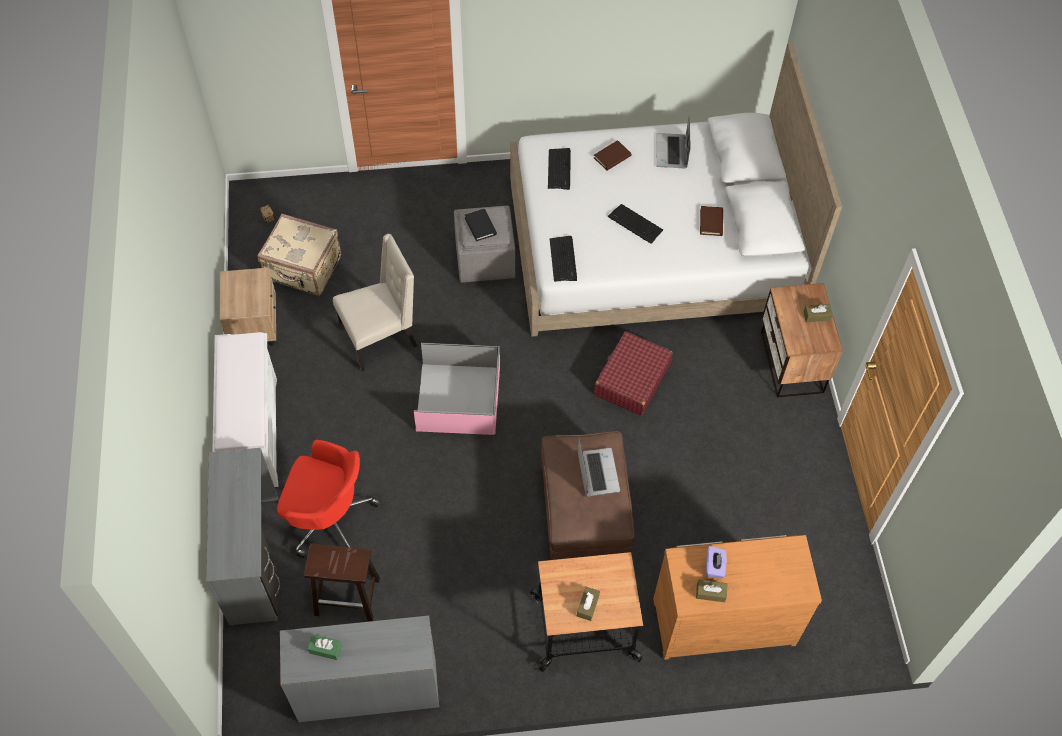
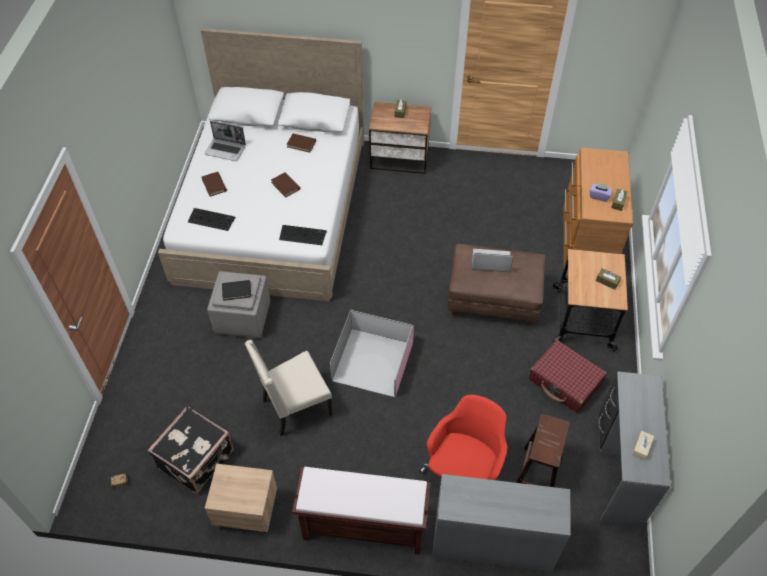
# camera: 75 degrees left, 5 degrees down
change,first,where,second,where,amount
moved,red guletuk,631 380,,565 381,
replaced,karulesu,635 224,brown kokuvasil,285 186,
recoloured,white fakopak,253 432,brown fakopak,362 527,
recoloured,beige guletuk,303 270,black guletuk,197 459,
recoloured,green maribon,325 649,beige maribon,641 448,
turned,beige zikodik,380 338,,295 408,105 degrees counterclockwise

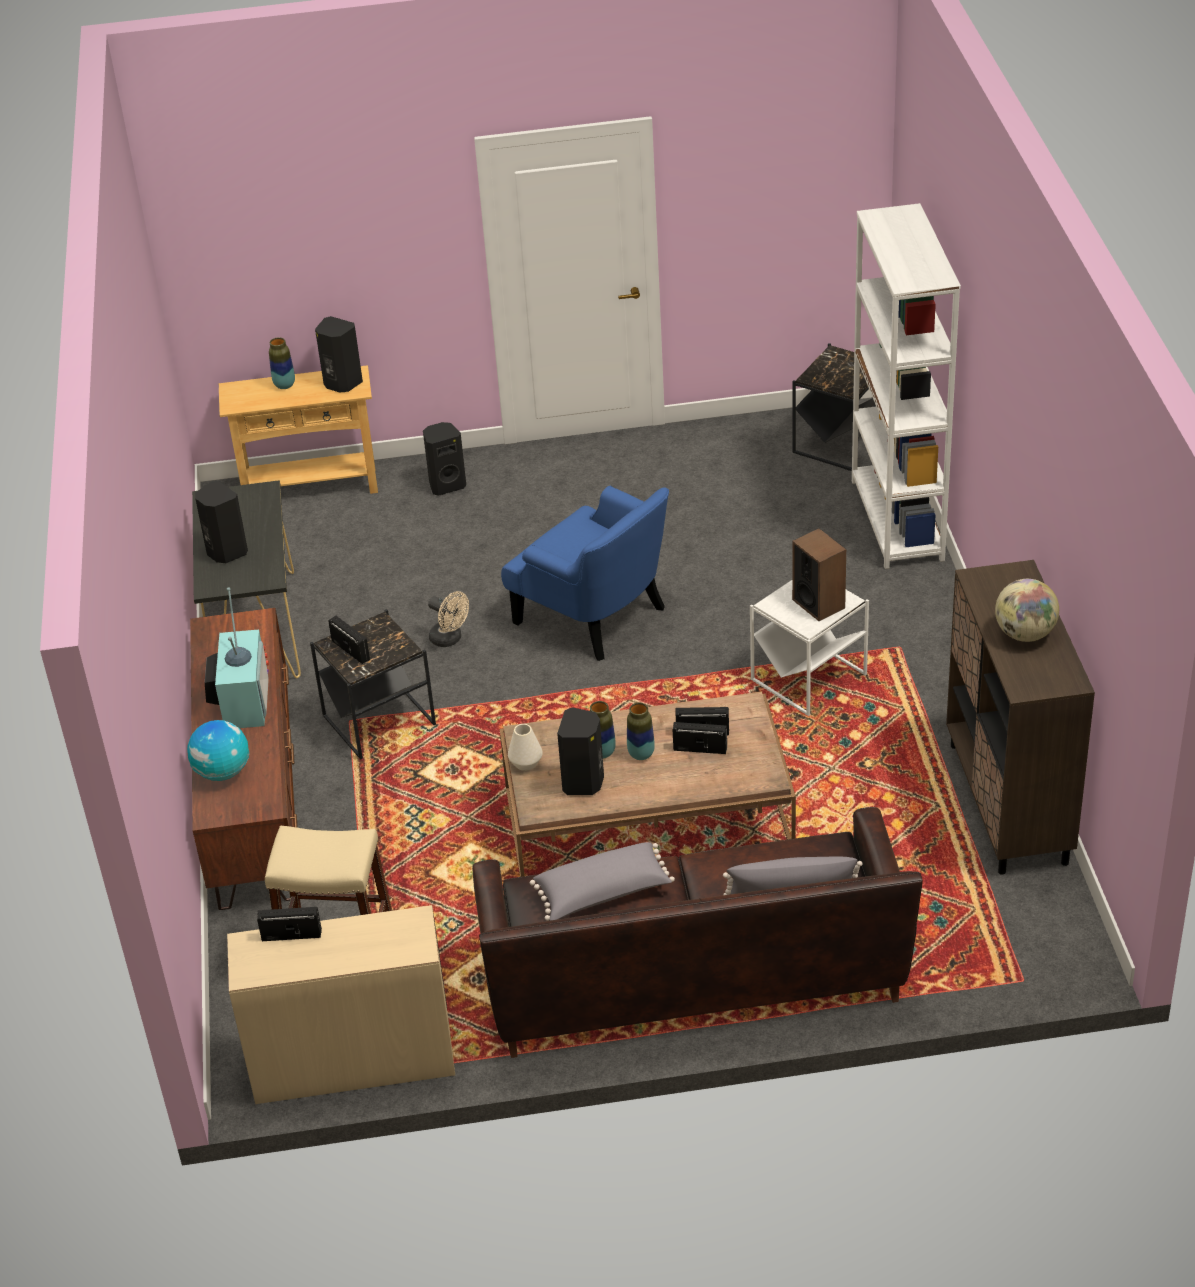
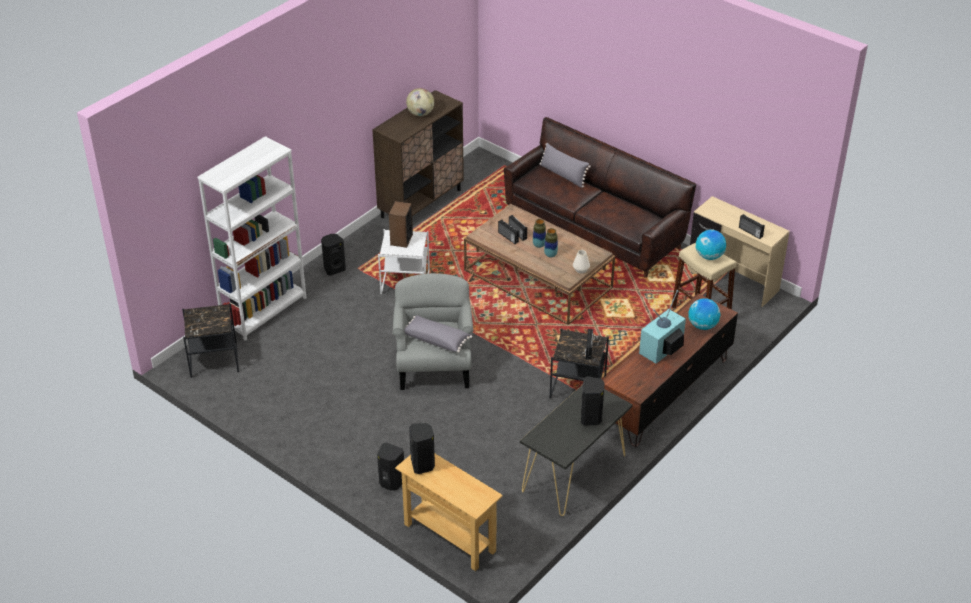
# camera: 135 degrees left, 0 degrees up
change,first,where,second,where,amount
removed,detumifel,284 385,,,
removed,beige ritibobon,450 639,,,
added,,,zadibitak,709 256,
moved,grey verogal,603 894,,436 339,
moved,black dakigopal,584 783,,334 269,
recoloured,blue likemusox,594 615,grey likemusox,434 365,

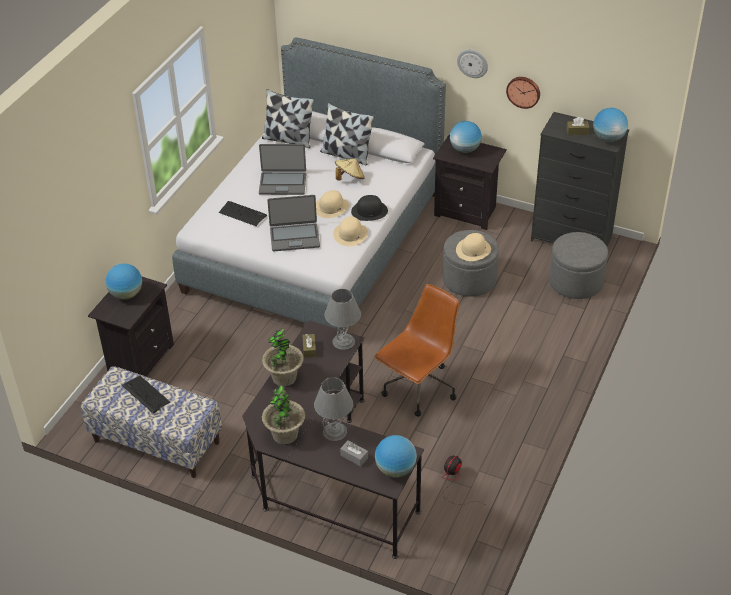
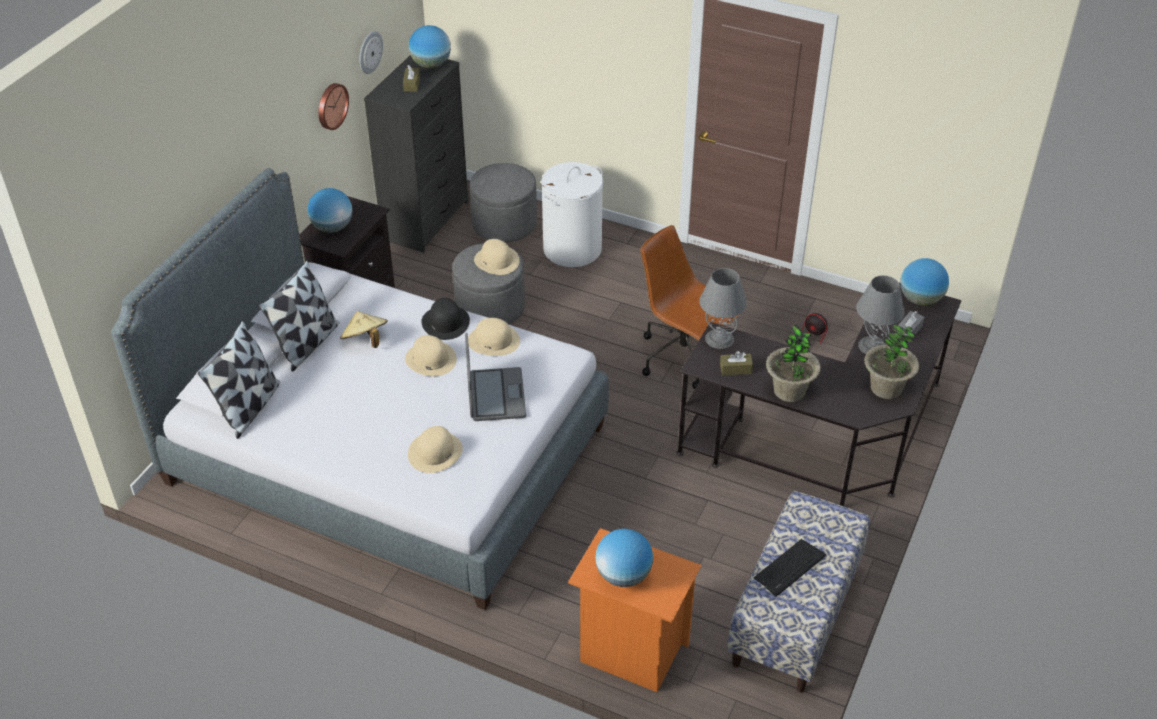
# camera: 90 degrees left, 0 degrees up
change,first,where,second,where,amount
removed,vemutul,282 183,,,
added,,,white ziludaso,572 249,
moved,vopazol,472 63,,369 52,
replaced,karulesu,242 214,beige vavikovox,435 452,
recoloured,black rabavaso,139 358,orange rabavaso,630 652,

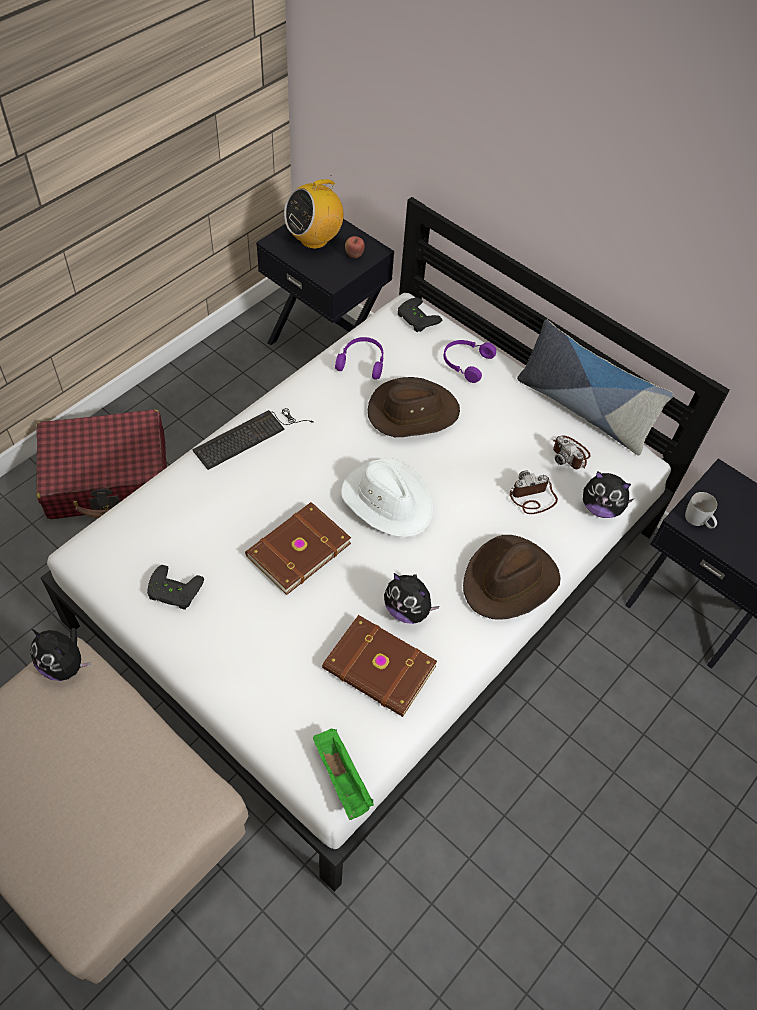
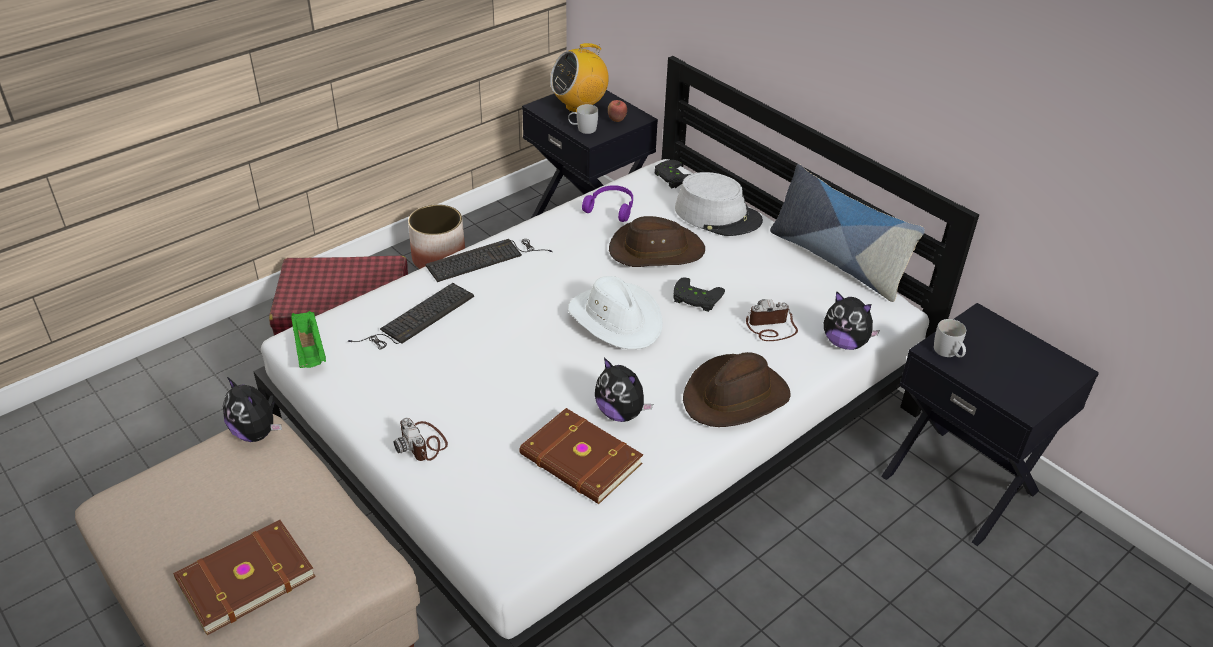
# camera: 10 degrees right, 15 degrees down
change,first,where,second,where,amount
added,,,karulesu,417 318,
added,,,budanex,439 258,
added,,,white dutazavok,583 129,
moved,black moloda,173 592,,695 299,
moved,brown kokuvasil,297 549,,244 578,
moved,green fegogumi,343 778,,310 351,
moved,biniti,570 454,,423 443,
replaced,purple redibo,465 363,grey vavikovox,718 215,

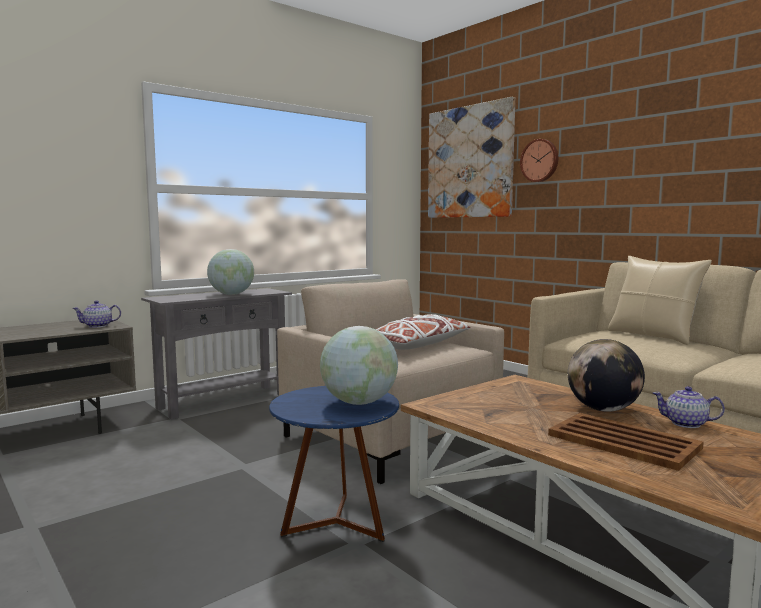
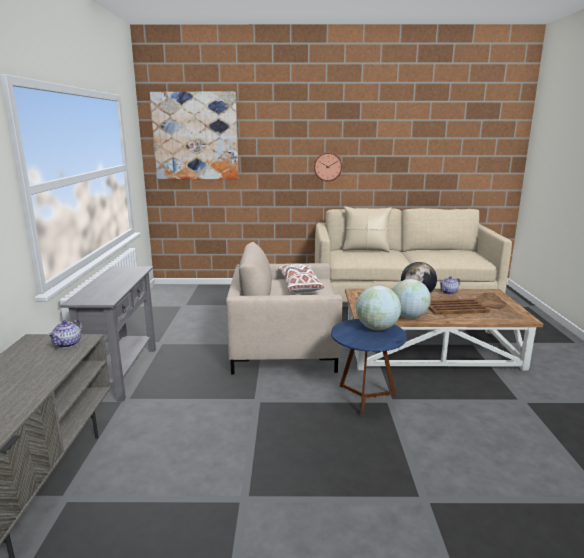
# camera: 50 degrees left, 10 degrees up
change,first,where,second,where,amount
moved,zadibitak,231 294,,408 317,
moved,vopazol,540 160,,327 166,

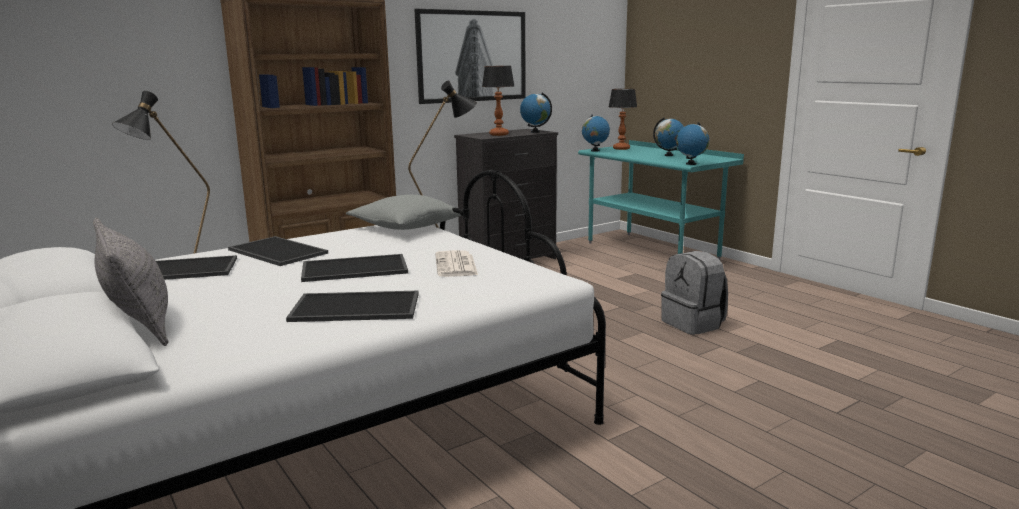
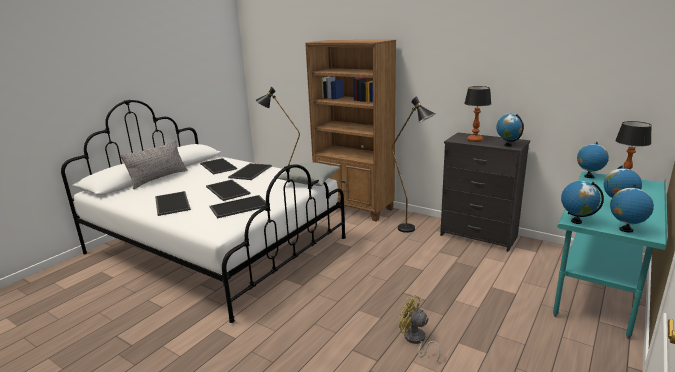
# camera: 70 degrees right, 5 degrees up
change,first,where,second,where,amount
removed,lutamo,472 56,,,
added,,,zadibitak,625 230,
replaced,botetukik,456 265,fegogumi,239 207,
replaced,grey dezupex,693 324,yellow ritibobon,416 340,

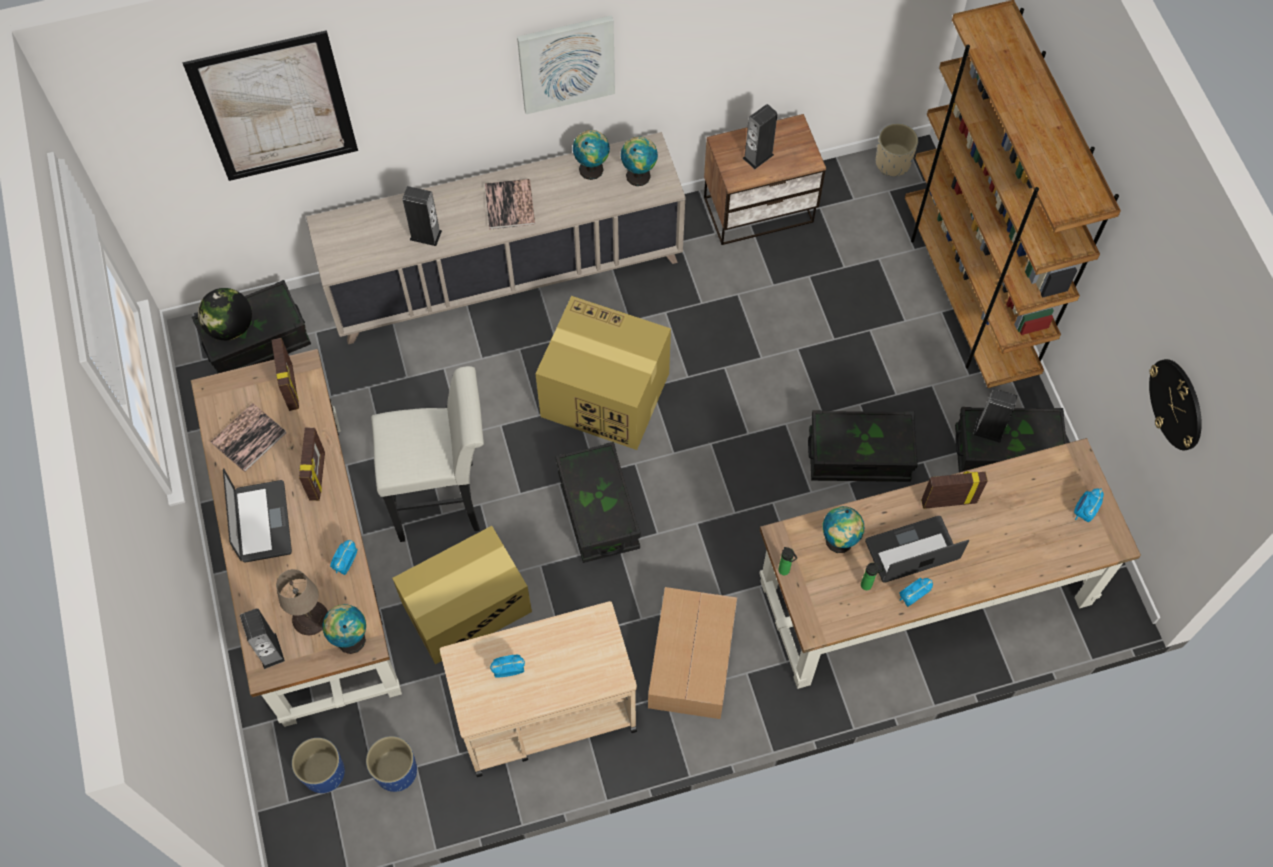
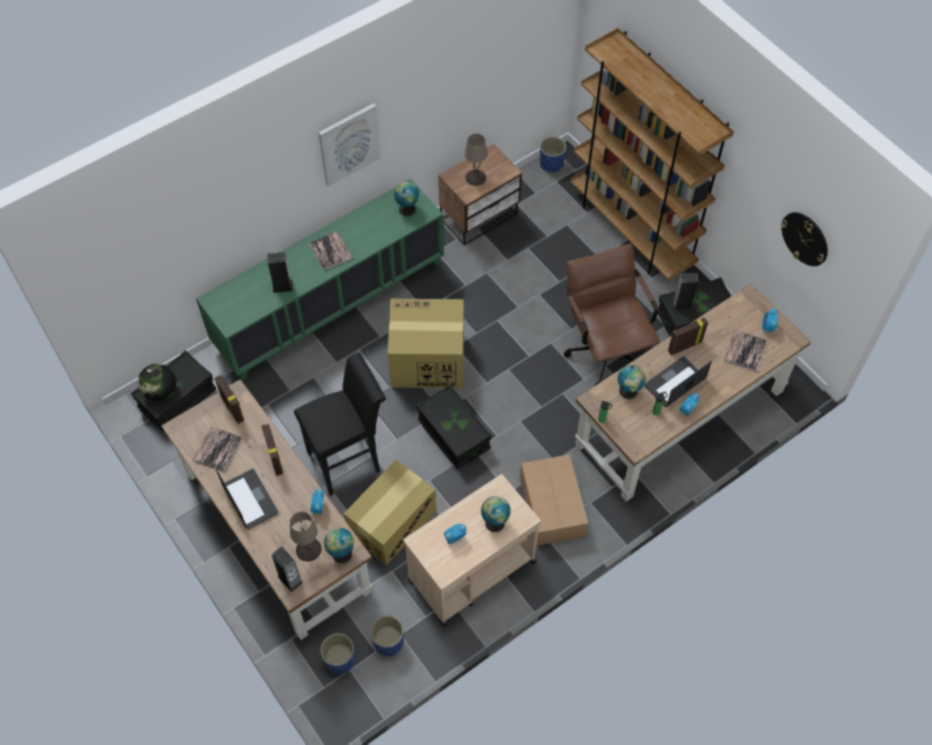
# camera: 20 degrees left, 5 degrees down
change,first,where,second,where,amount
removed,lutamo,275 108,,,
added,,,kokuvasil,744 351,
moved,zadibitak,592 168,,495 521,
replaced,dakigopal,758 156,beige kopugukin,476 177,
replaced,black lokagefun,859 456,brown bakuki,605 348,
recoloured,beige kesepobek,505 275,green kesepobek,330 305,
recoloured,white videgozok,445 500,black videgozok,349 459,
recoloured,beige budanex,893 163,blue budanex,551 164,

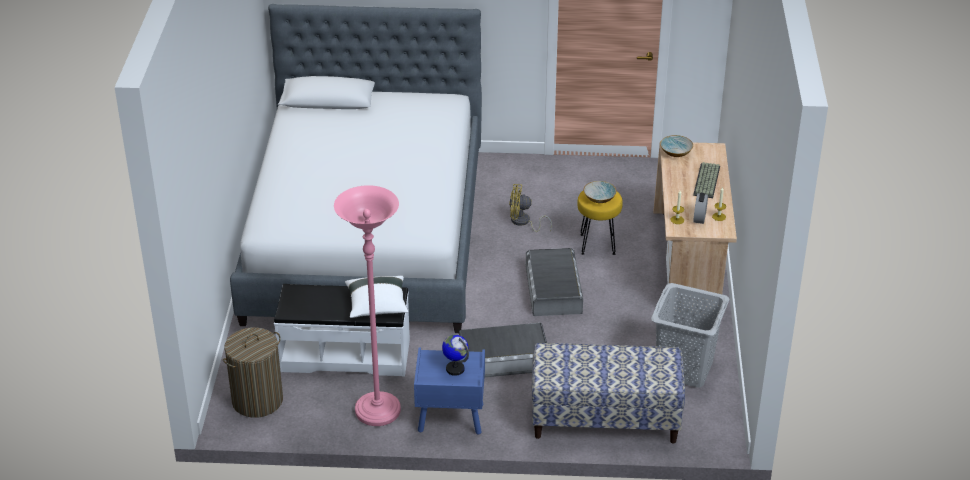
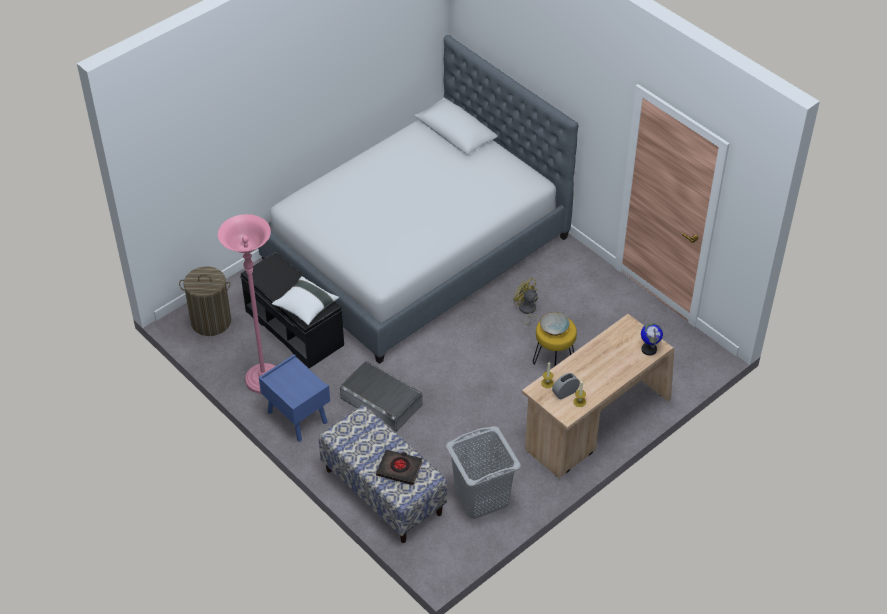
# camera: 45 degrees right, 10 degrees up
change,first,where,second,where,amount
removed,grey lokagefun,553 289,,,
removed,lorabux,676 152,,,
removed,karulesu,707 181,,,
added,,,black kokuvasil,399 469,
moved,zadibitak,455 369,,649 349,
recoloured,white fakopak,345 355,black fakopak,295 327,

